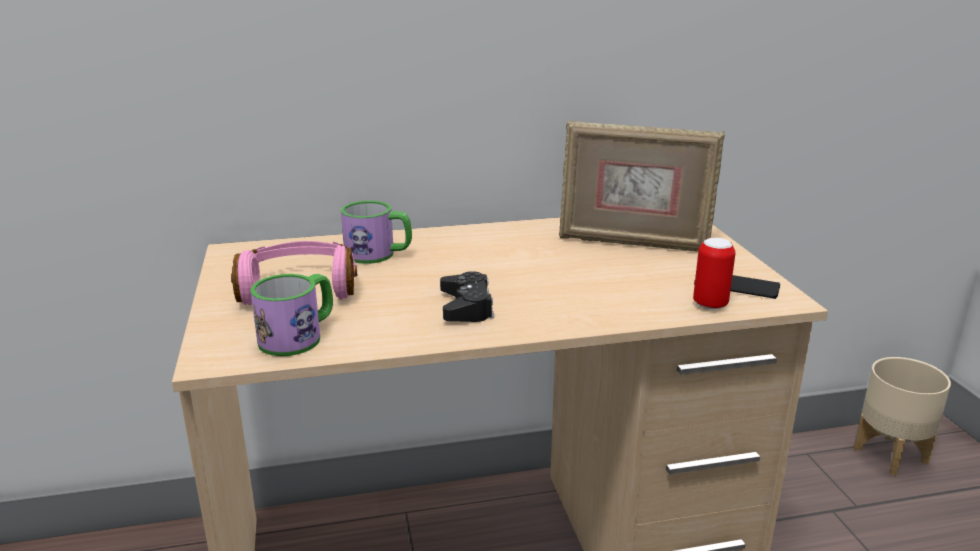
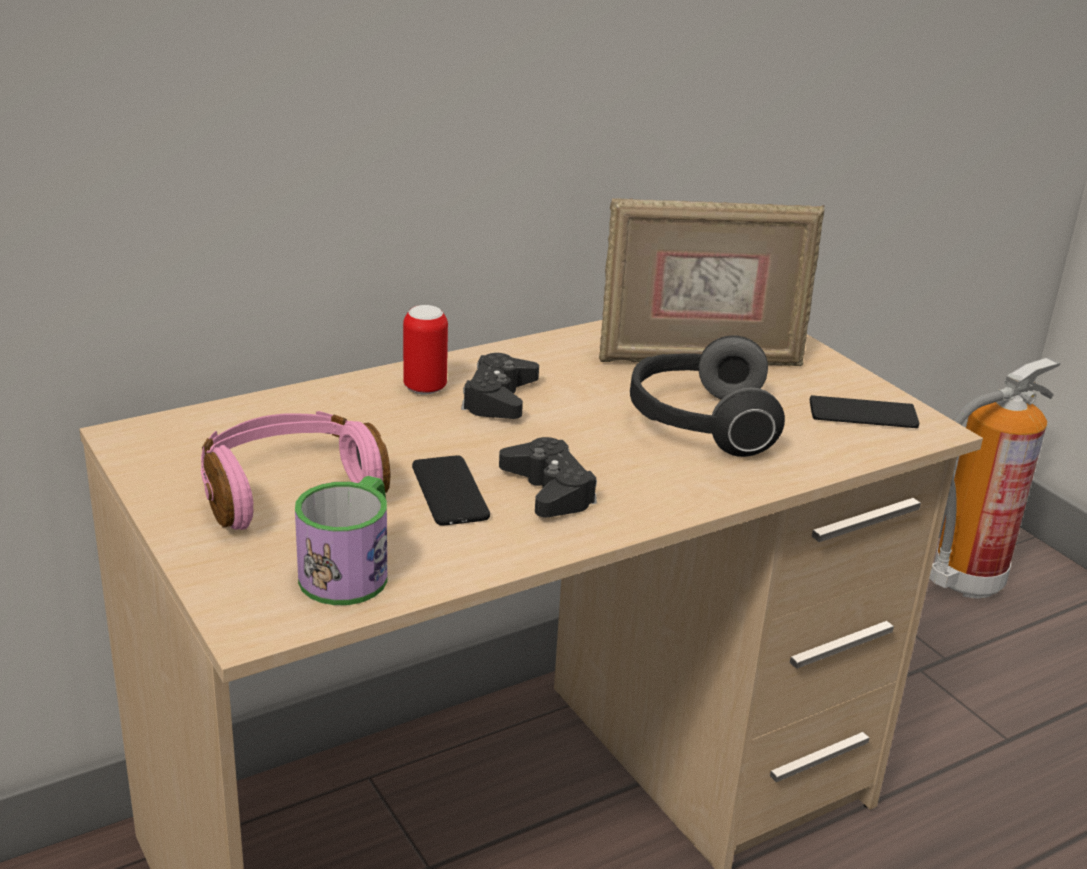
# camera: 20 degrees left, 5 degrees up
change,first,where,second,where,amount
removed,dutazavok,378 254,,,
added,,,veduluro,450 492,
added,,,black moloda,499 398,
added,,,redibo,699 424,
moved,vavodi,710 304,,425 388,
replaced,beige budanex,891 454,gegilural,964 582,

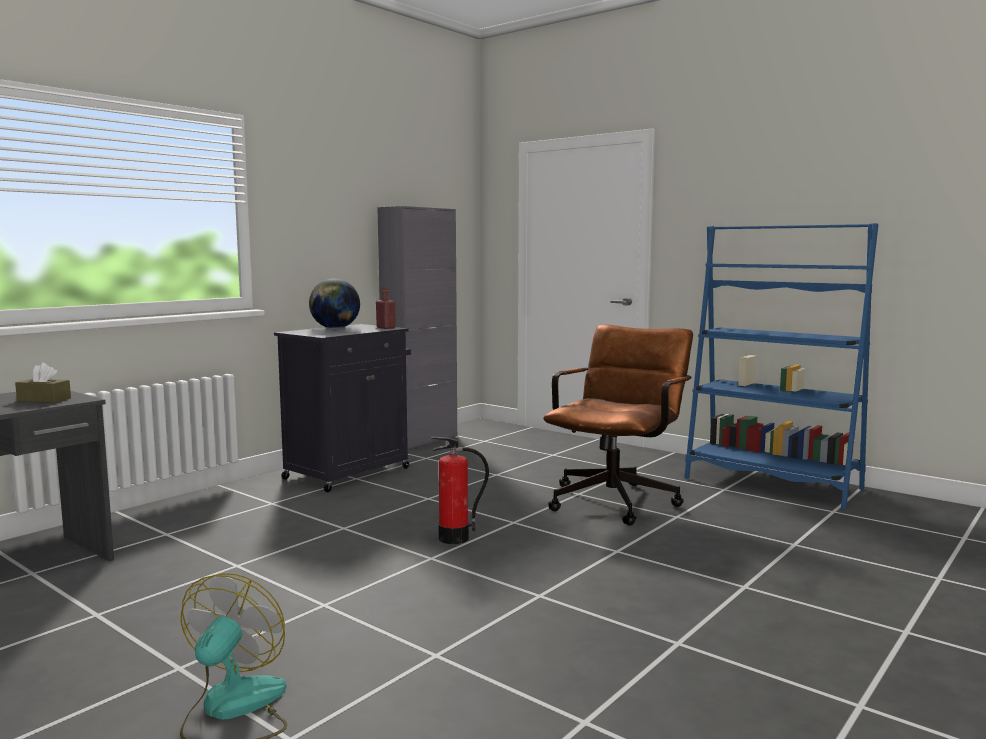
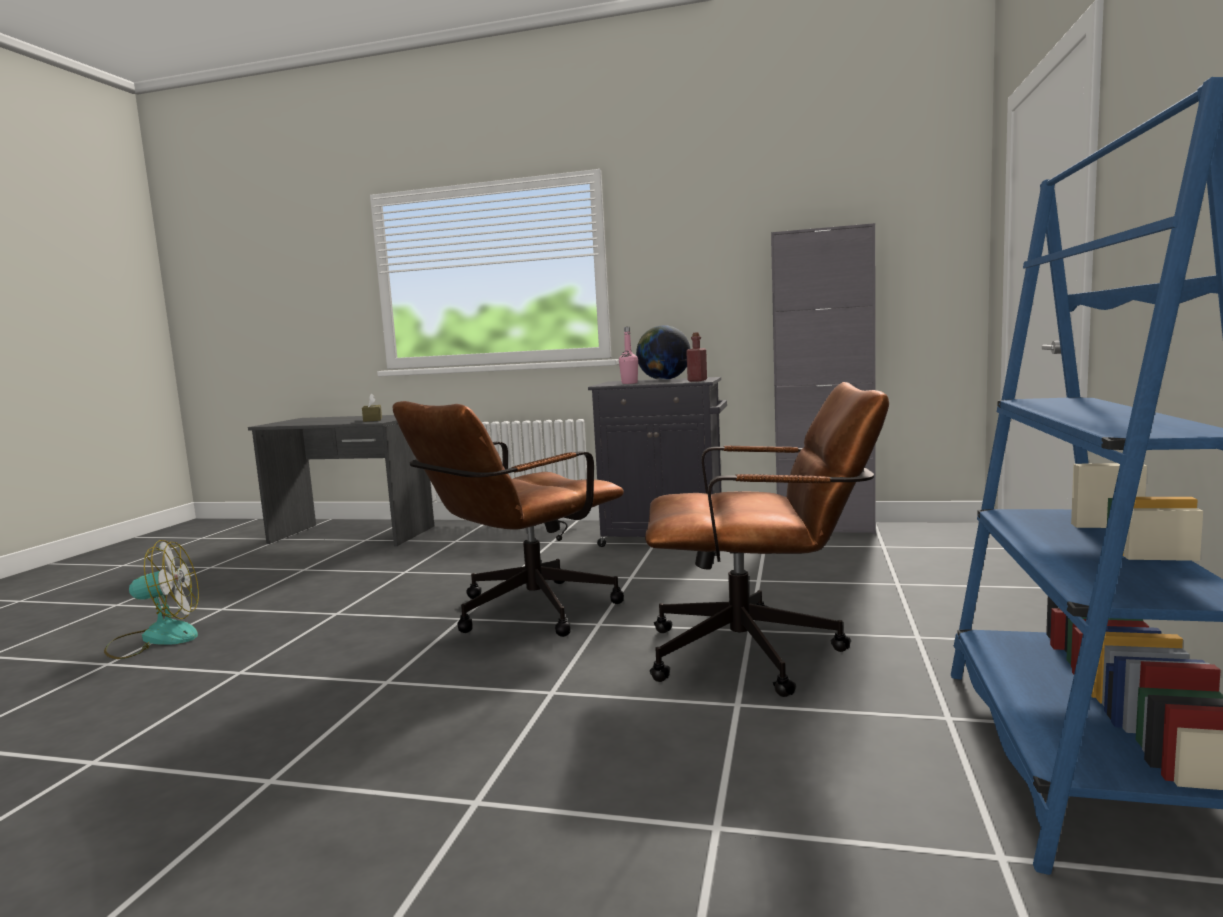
# camera: 65 degrees right, 0 degrees up
change,first,where,second,where,amount
added,,,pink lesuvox,629 383,
replaced,gegilural,454 538,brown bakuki,521 613,

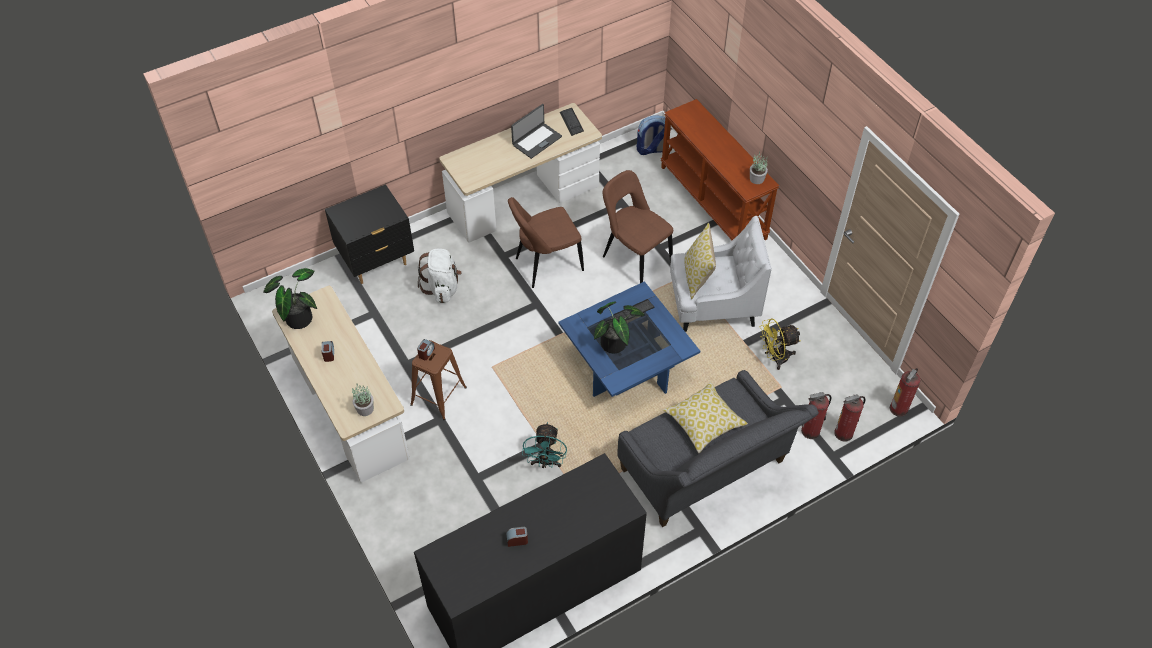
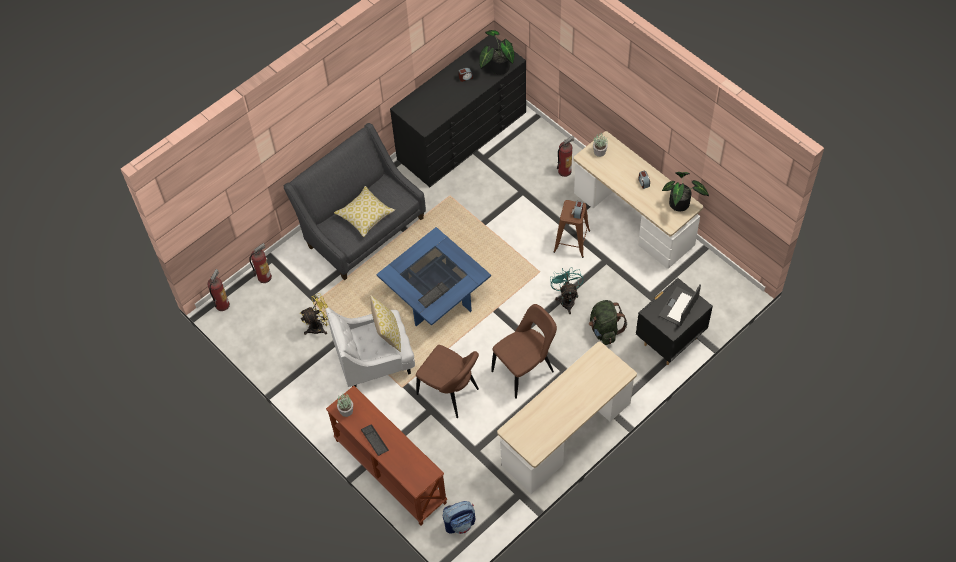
# camera: 170 degrees right, 5 degrees up
change,first,where,second,where,amount
moved,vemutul,536 140,,679 307,
moved,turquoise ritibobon,546 463,,567 299,
moved,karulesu,571 122,,374 440,
moved,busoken,617 343,,497 68,
moved,gegilural,810 431,,564 171,
recoloured,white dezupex,442 287,green dezupex,604 330,

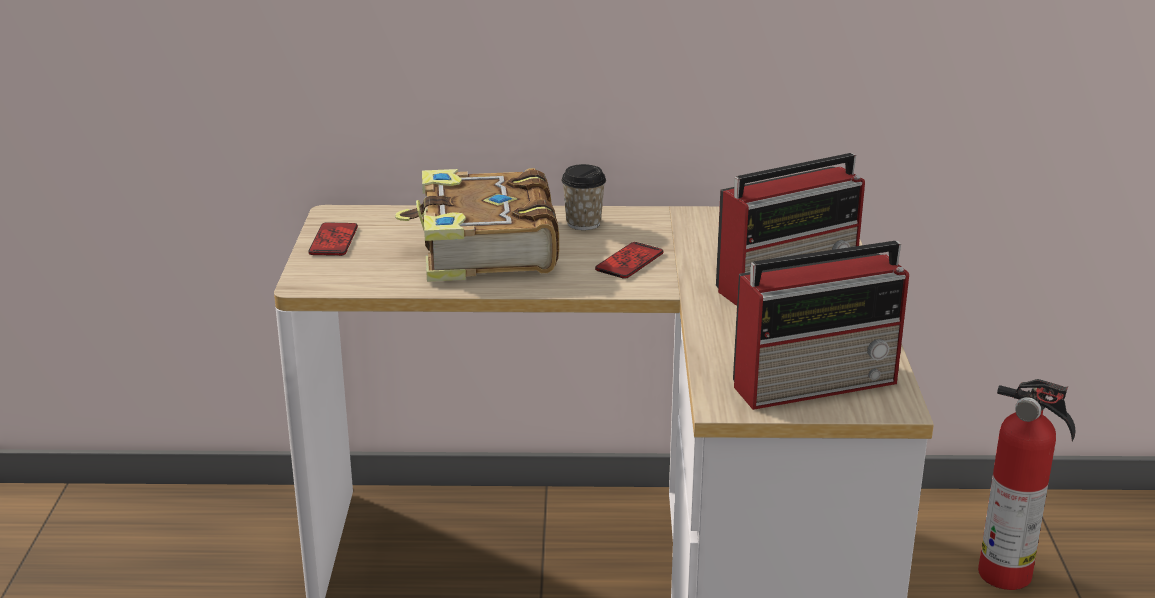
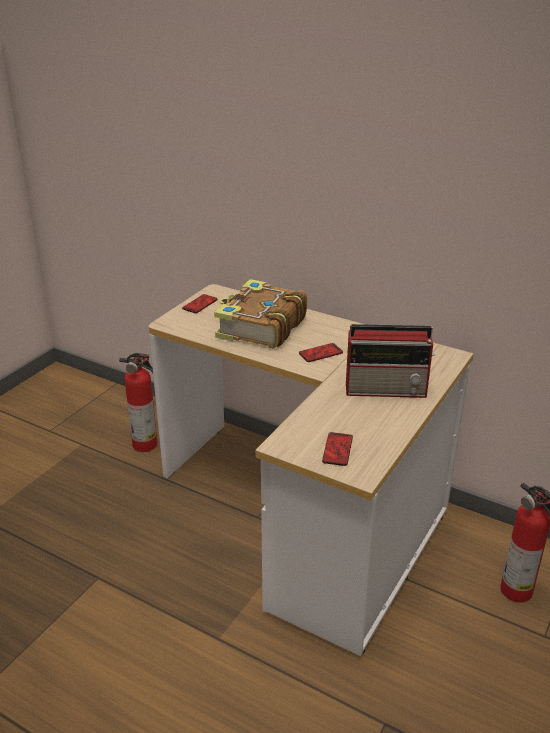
# camera: 30 degrees right, 5 degrees up
change,first,where,second,where,amount
removed,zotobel,583 223,,,
added,,,gegilural,146 444,
replaced,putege,818 383,veduluro,337 449,

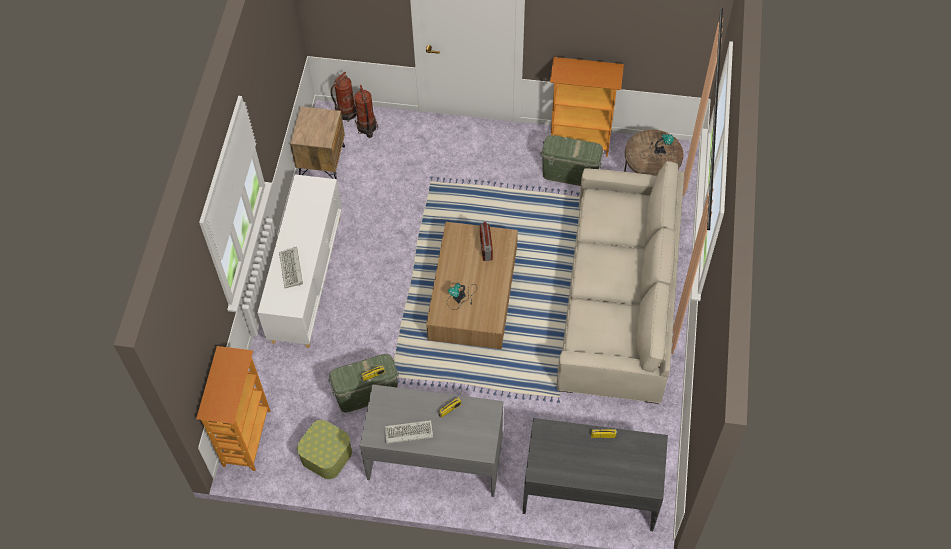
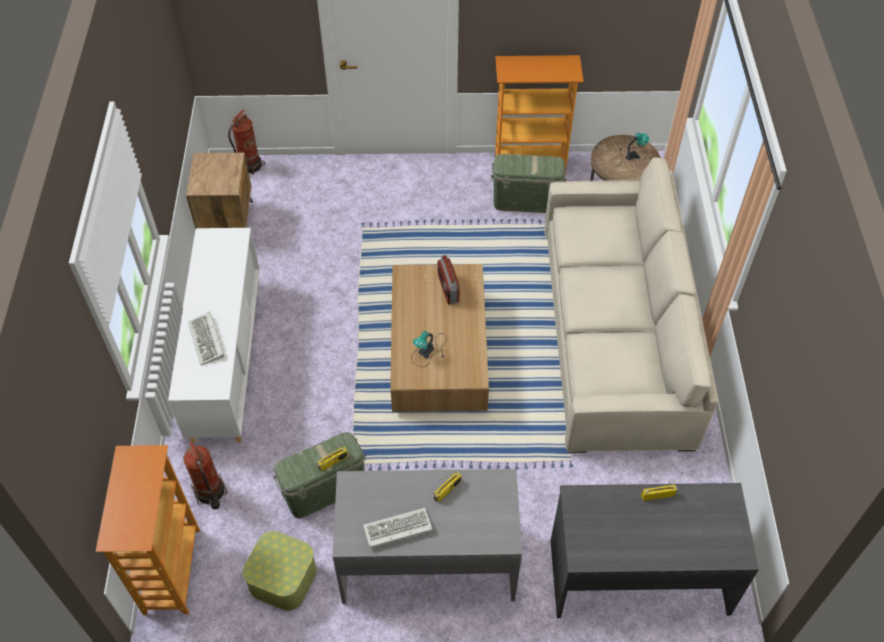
# camera: 10 degrees left, 5 degrees down
change,first,where,second,where,amount
moved,gegilural,366 127,,210 493,

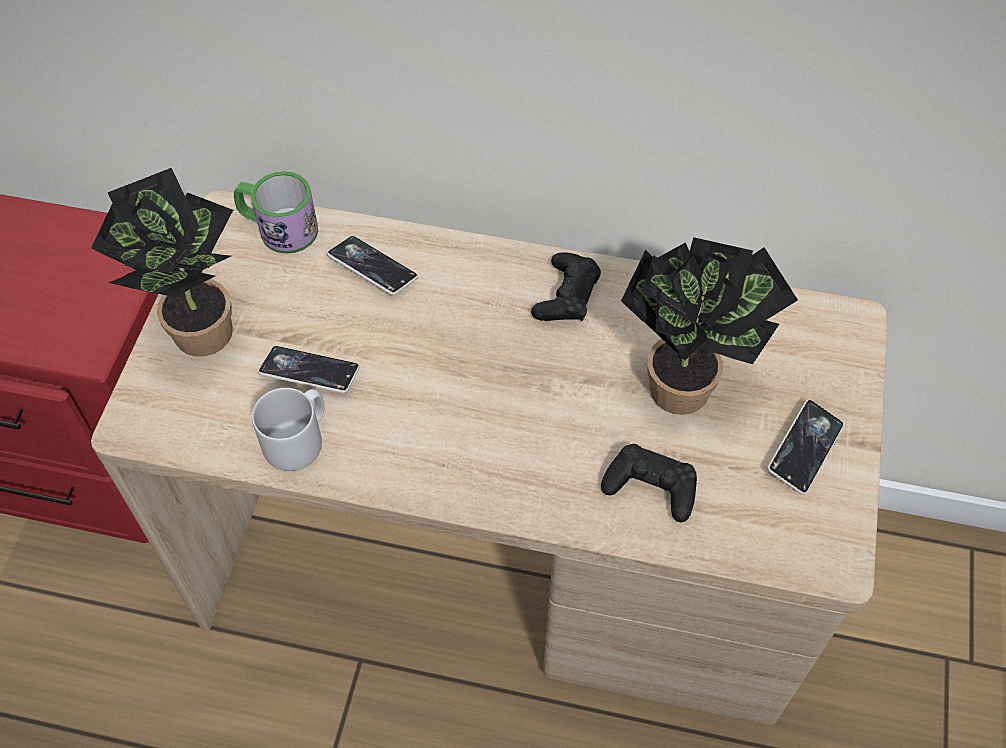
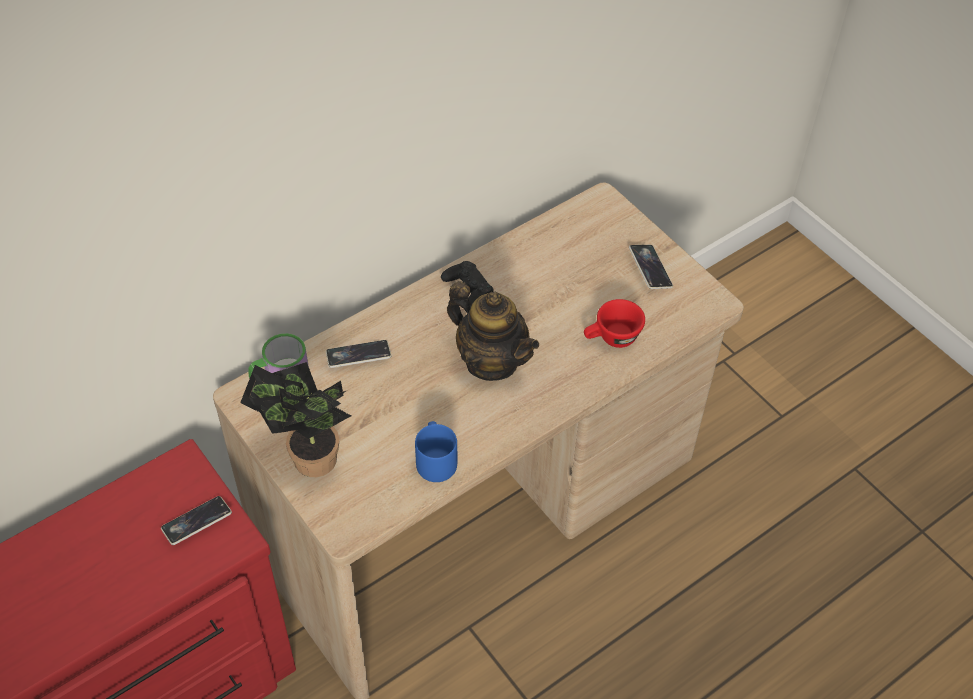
# camera: 50 degrees left, 5 degrees down
change,first,where,second,where,amount
removed,busoken,686 383,,,
added,,,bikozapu,491 361,
moved,veduluro,310 373,,197 522,
replaced,black moloda,650 487,red zotobel,611 338,
recoloured,grey dutazavok,298 440,blue dutazavok,436 461,

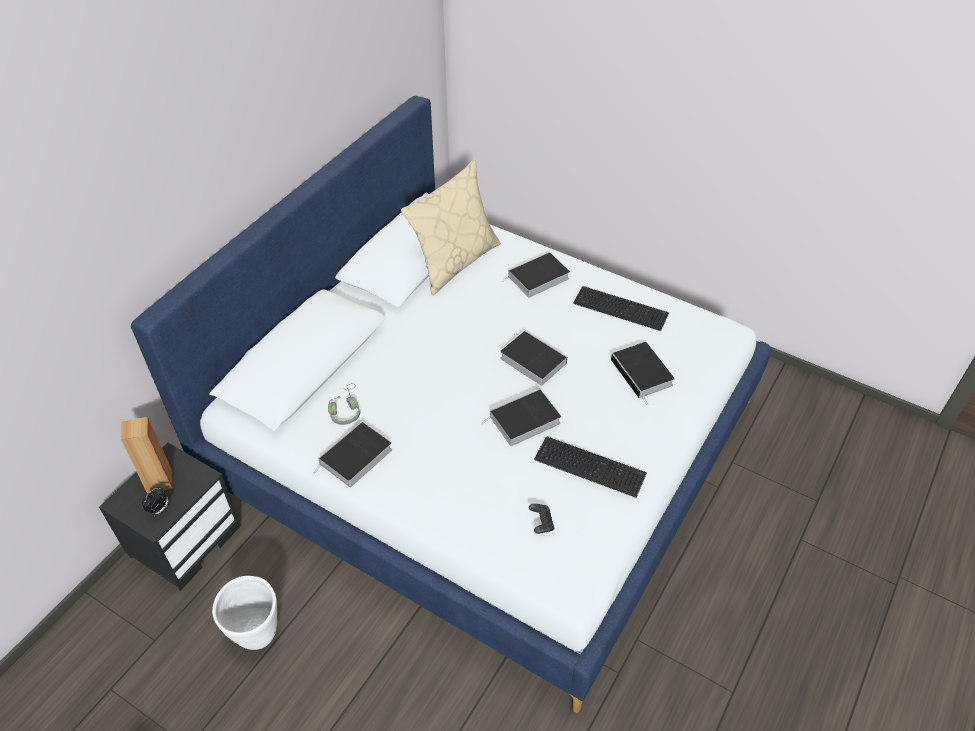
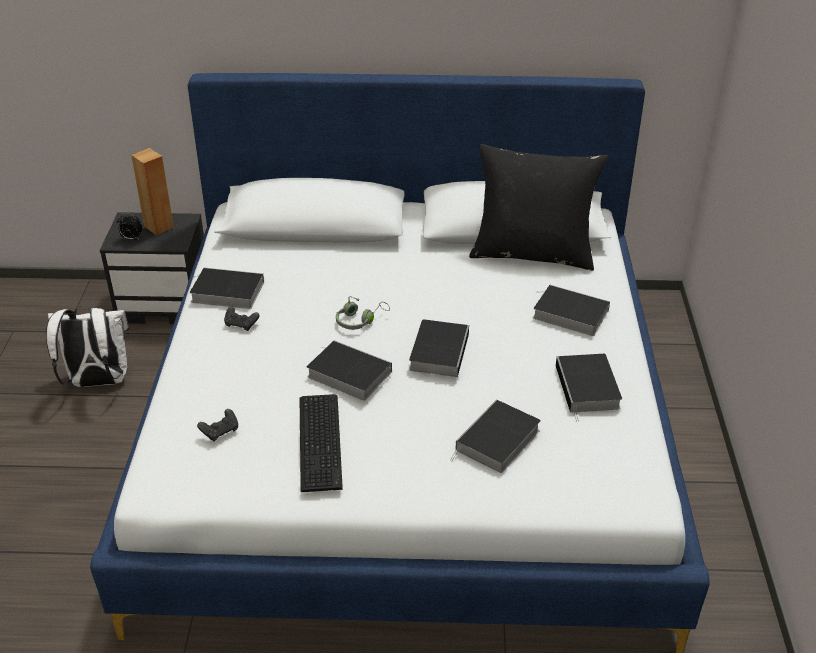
# camera: 60 degrees right, 10 degrees down
change,first,where,second,where,amount
added,,,black moloda,241 324,
moved,grey redibo,345 410,,360 320,
replaced,white budanex,257 634,white dezupex,97 382,
replaced,karulesu,620 307,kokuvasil,588 388,
recoloured,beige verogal,454 261,black verogal,532 253,

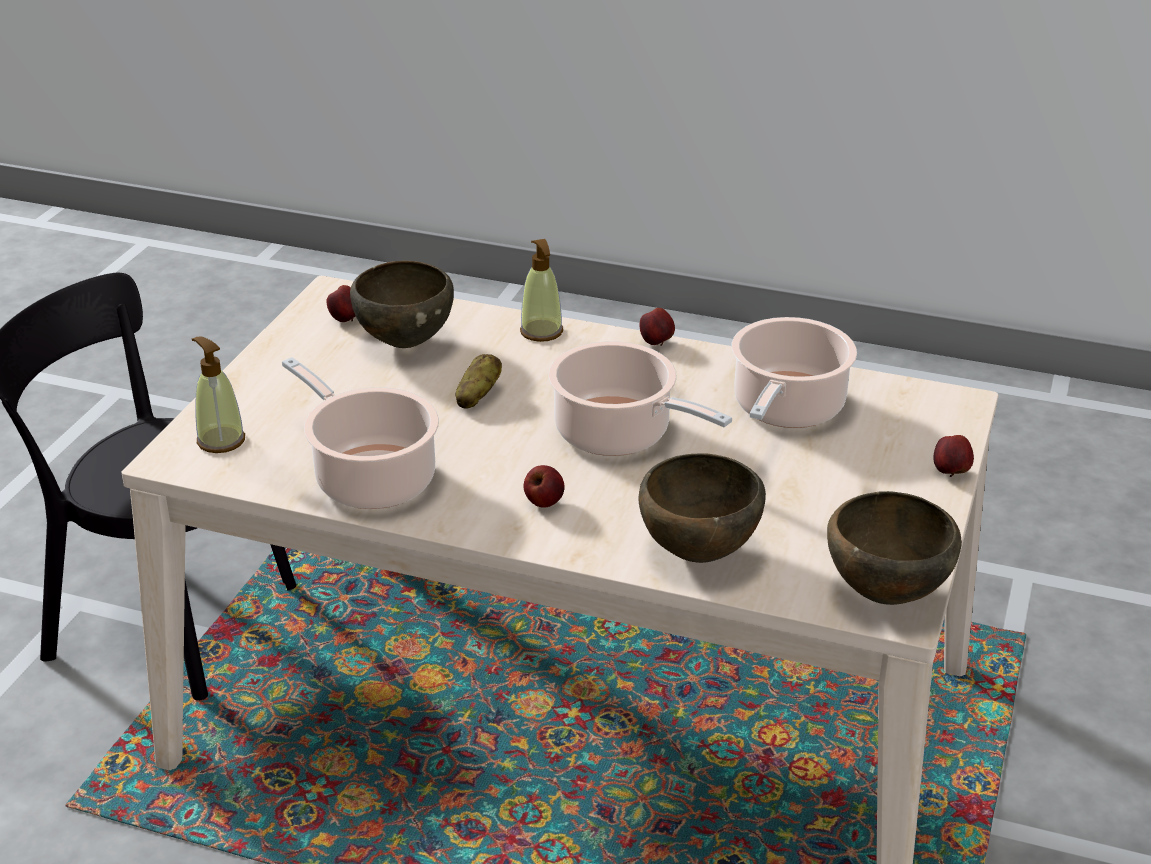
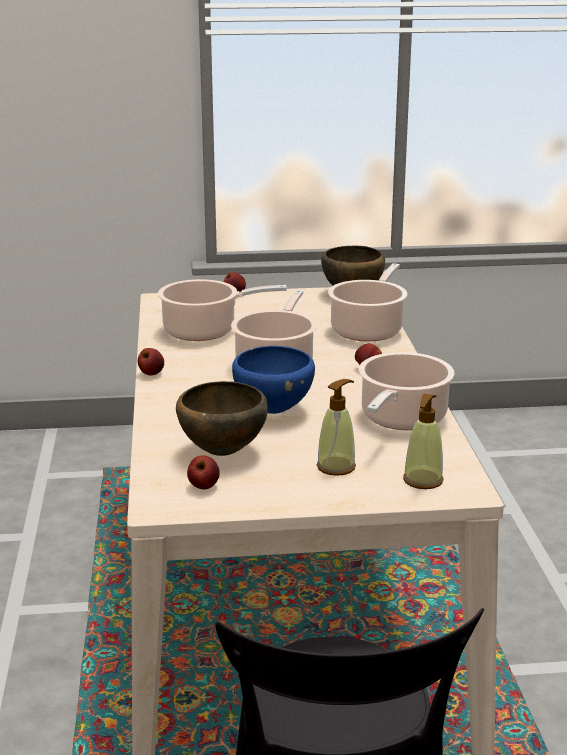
# camera: 115 degrees left, 10 degrees down
change,first,where,second,where,amount
moved,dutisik,541 332,,336 467,
replaced,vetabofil,477 397,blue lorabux,273 411,
replaced,brown lorabux,698 554,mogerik,368 330,

